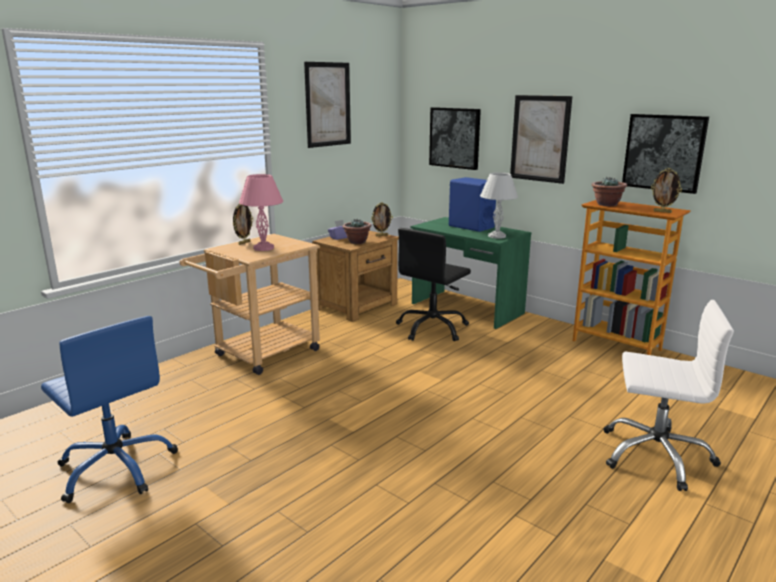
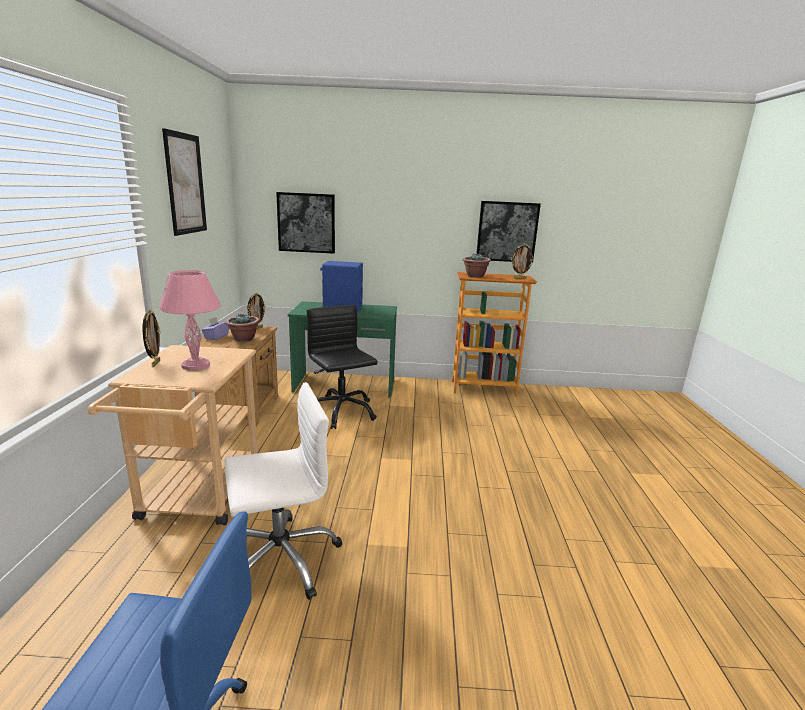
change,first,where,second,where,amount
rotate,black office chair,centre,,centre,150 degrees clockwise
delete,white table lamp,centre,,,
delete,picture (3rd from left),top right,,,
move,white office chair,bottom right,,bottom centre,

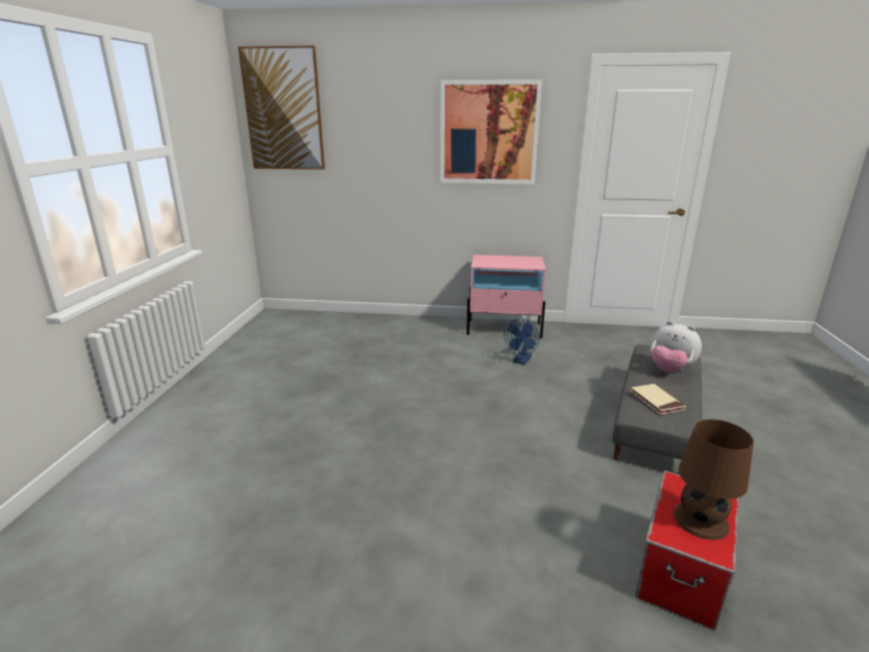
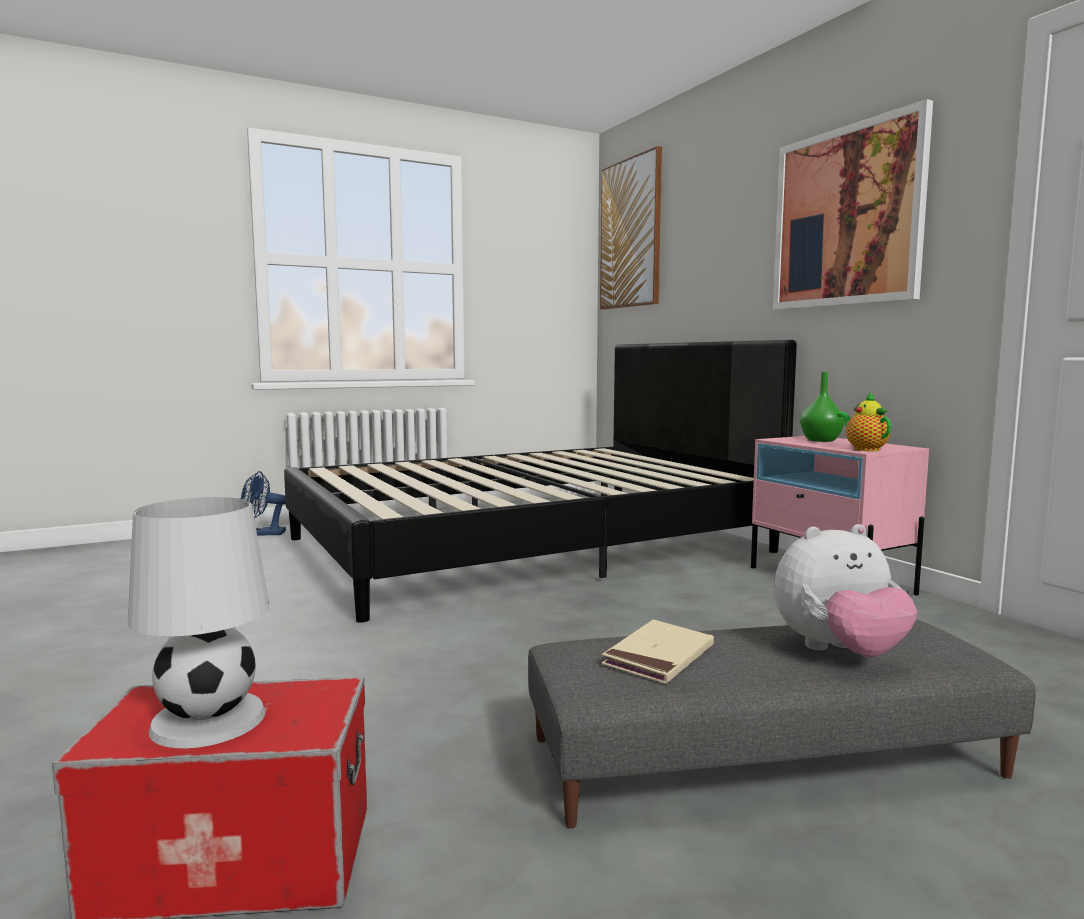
change,first,where,second,where,amount
move,blue fan,centre,,middle left,
rotate,plush toy,middle right,,middle right,105 degrees counterclockwise
recolor,brown table lamp,bottom right,white table lamp,bottom left,
insert,,,black bed,centre,
insert,,,green vase,middle right,
insert,,,teapot,middle right,

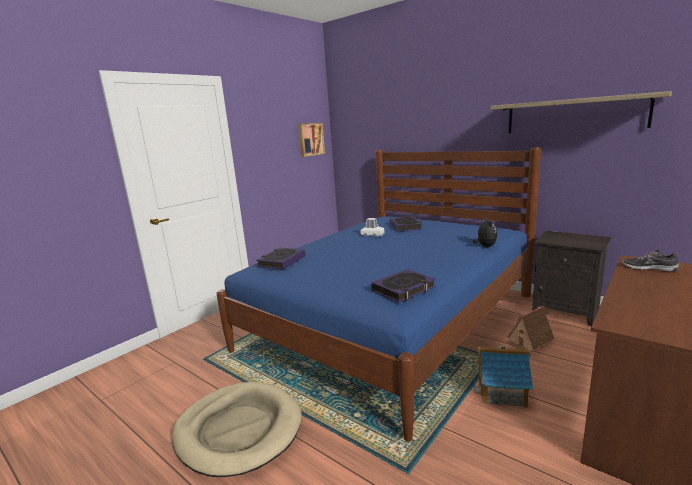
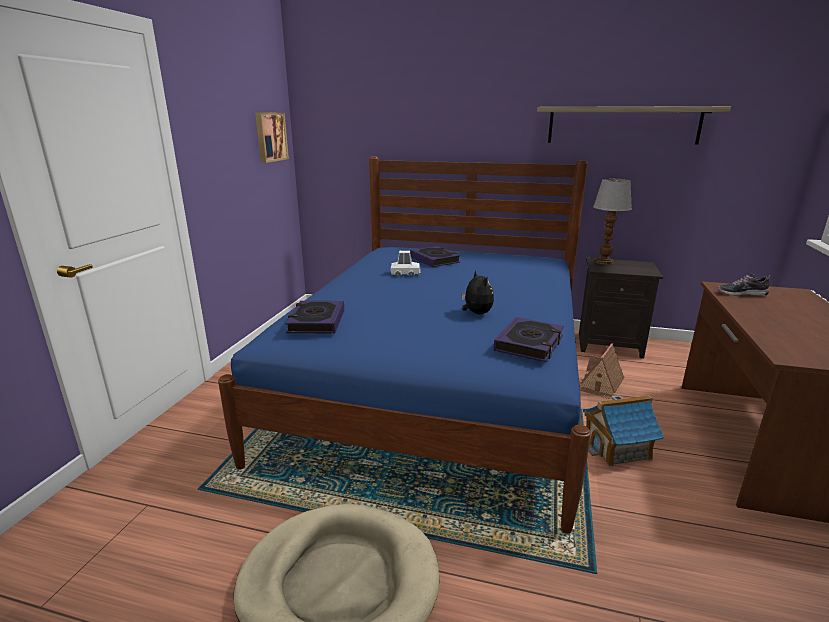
change,first,where,second,where,amount
move,plush toy,middle right,,centre,
insert,,,table lamp,middle right,

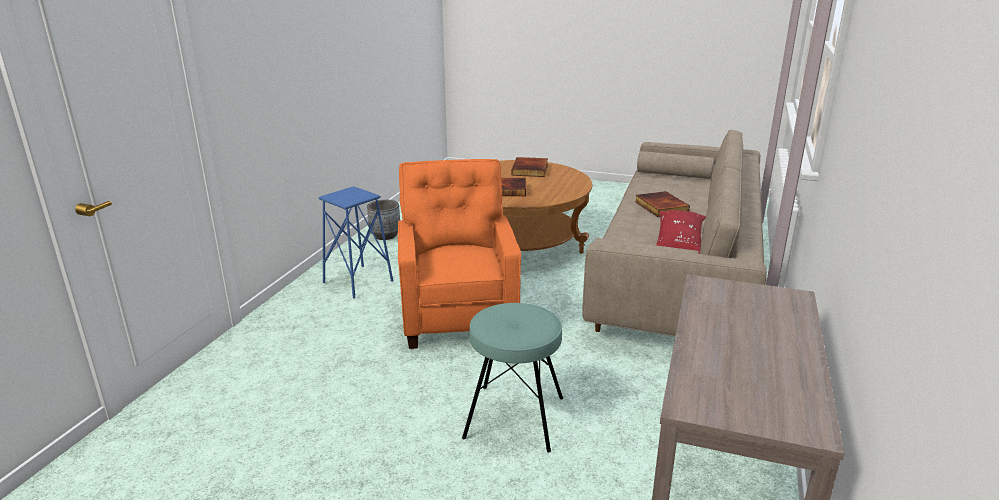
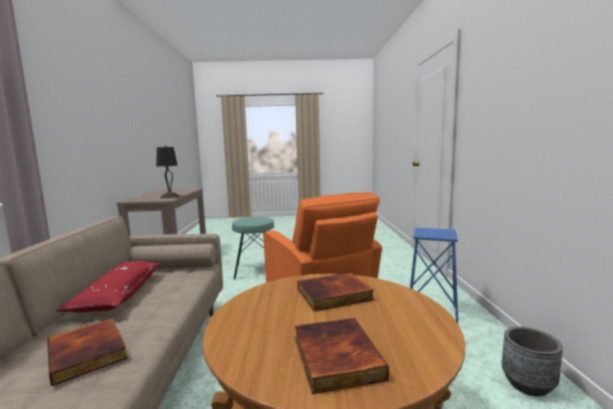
change,first,where,second,where,amount
insert,,,black table lamp,middle left,

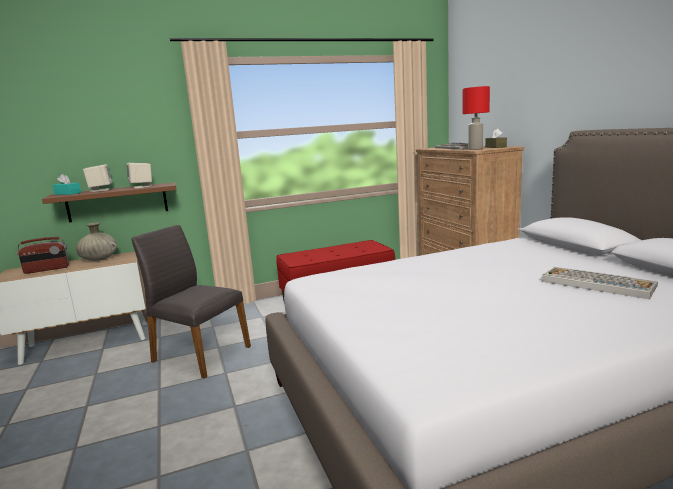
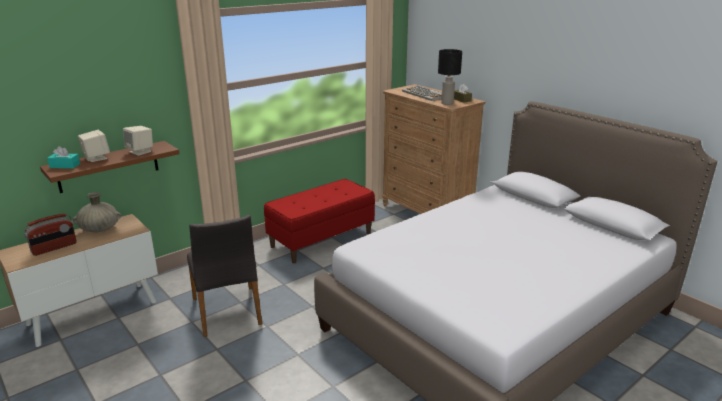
change,first,where,second,where,amount
rotate,grey chair,middle left,,bottom left,120 degrees counterclockwise
recolor,red table lamp,top right,black table lamp,top centre,
delete,keyboard (2nd from left),middle right,,,

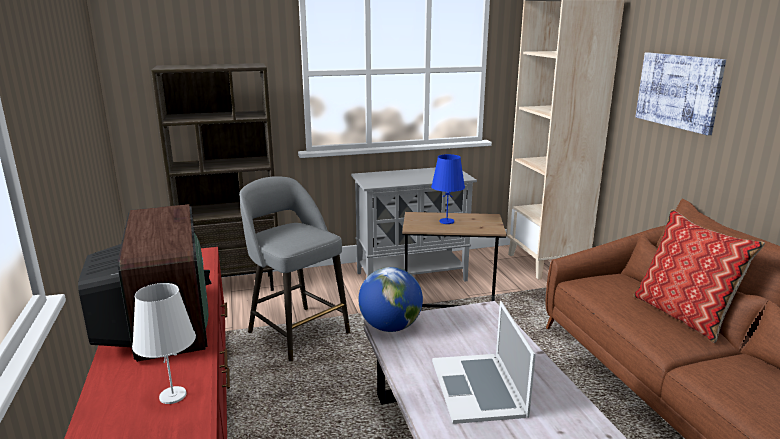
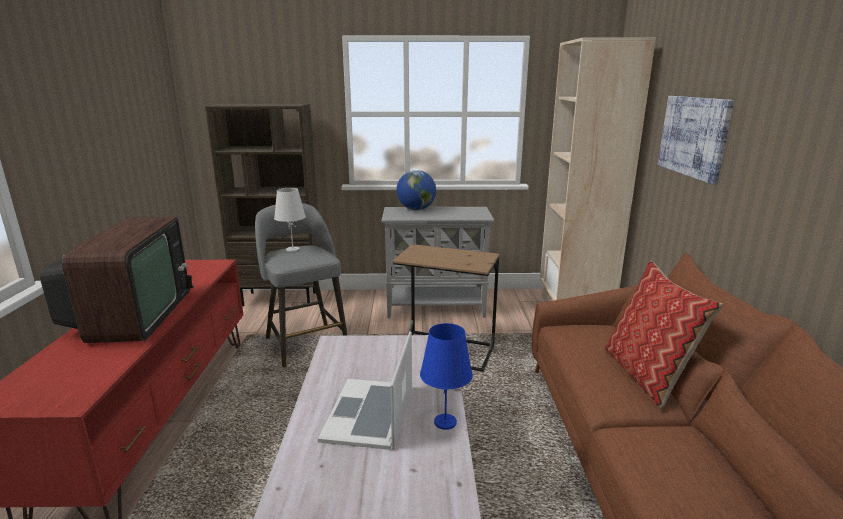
change,first,where,second,where,amount
move,white table lamp,bottom left,,centre,
move,globe,bottom centre,,centre,
move,blue table lamp,centre,,bottom centre,

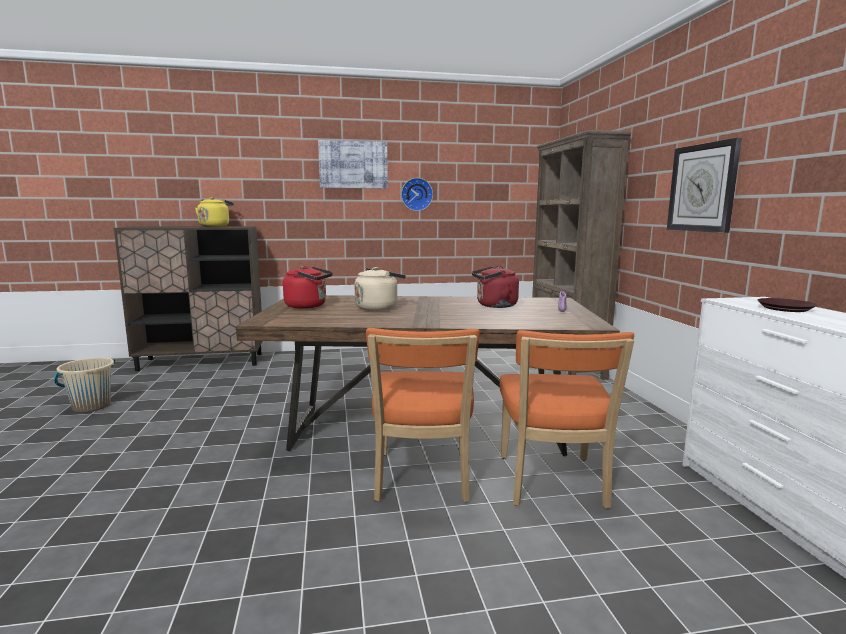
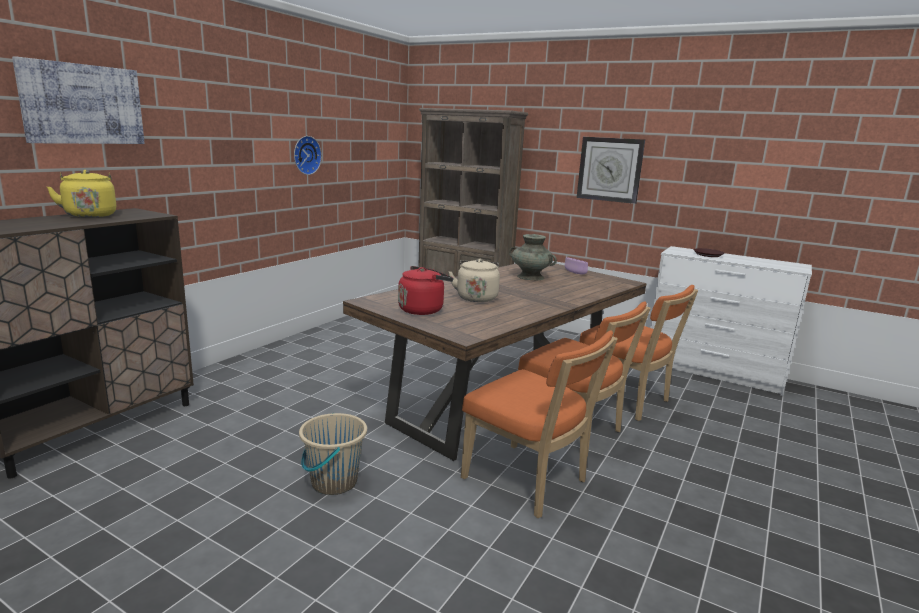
change,first,where,second,where,amount
move,beige bucket,middle left,,bottom centre,
move,picture,top centre,,top left,
replace,red kettle (2nd from left),centre,turquoise vase,centre,
insert,,,orange chair (1st from left),bottom centre,

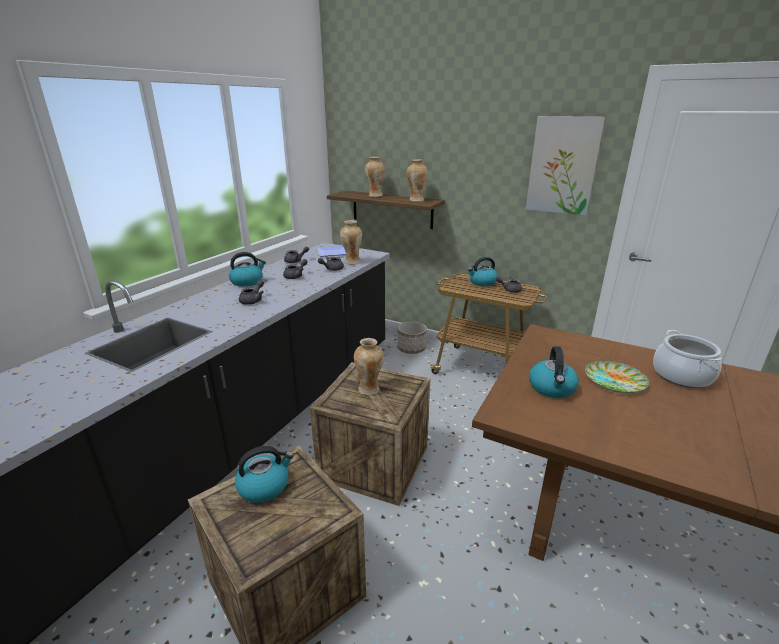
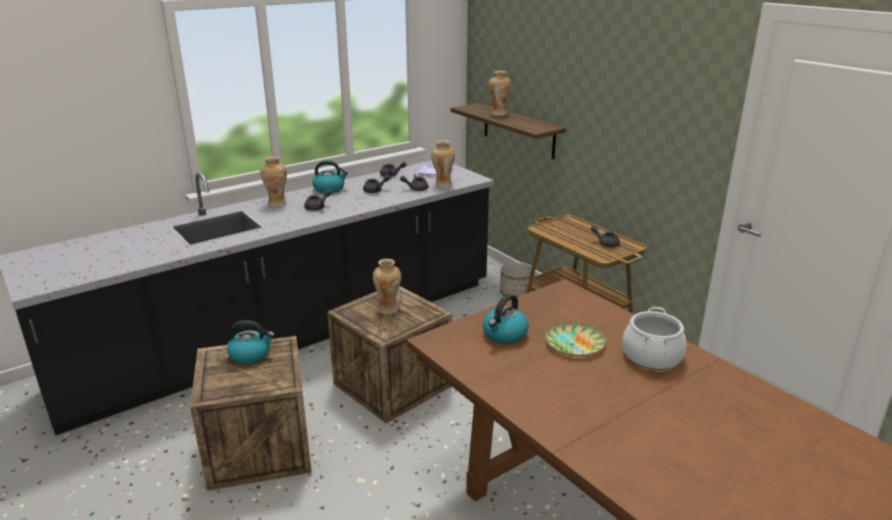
change,first,where,second,where,amount
move,vase (4th from left in the first image),top centre,vase (1st from left),middle left,
delete,kettle (3rd from left),centre,,,
delete,picture,top right,,,

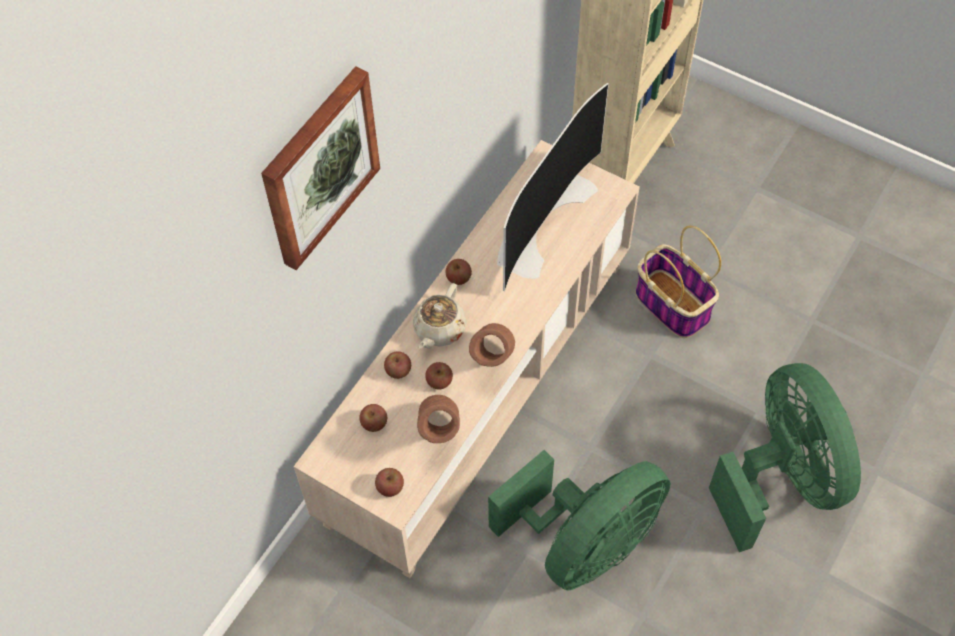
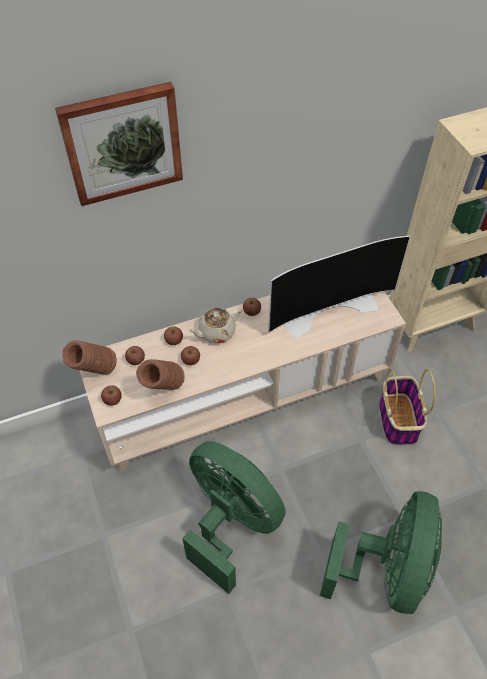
change,first,where,second,where,amount
move,brown vase (2nd from left in the first image),centre,brown vase (1st from left),middle left,
rotate,green fan (1st from left),bottom centre,,bottom centre,135 degrees counterclockwise

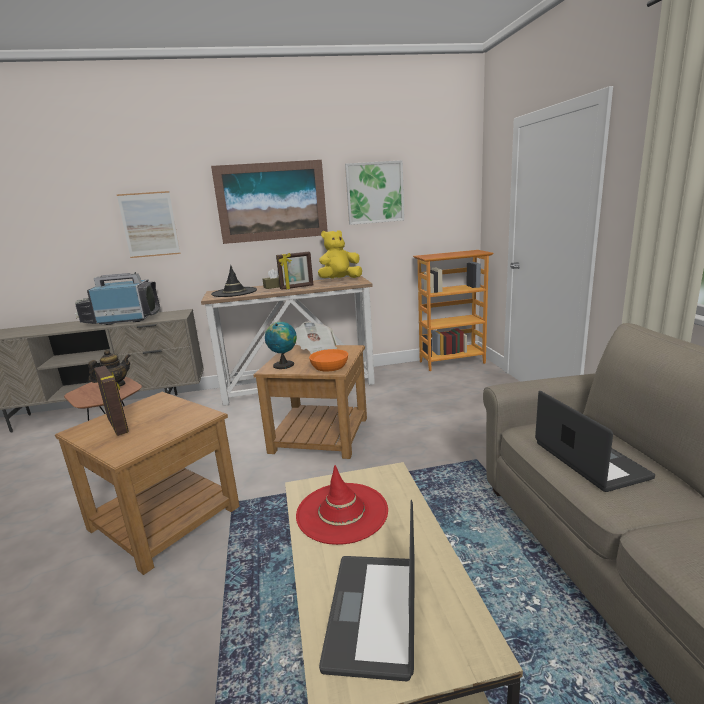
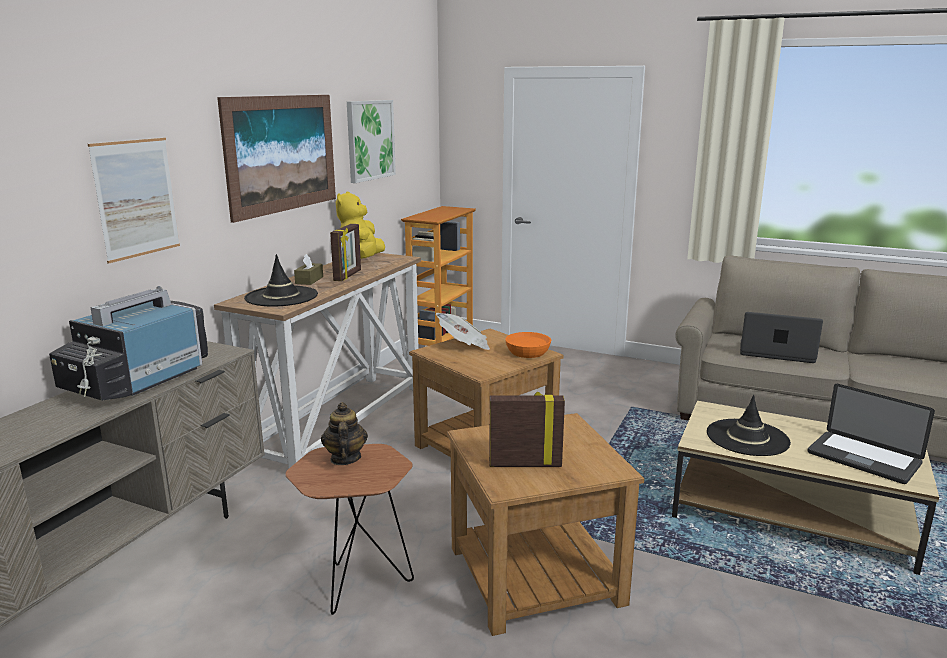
change,first,where,second,where,amount
delete,globe,centre,,,
recolor,red hat,bottom centre,black hat (2nd from left),middle right,

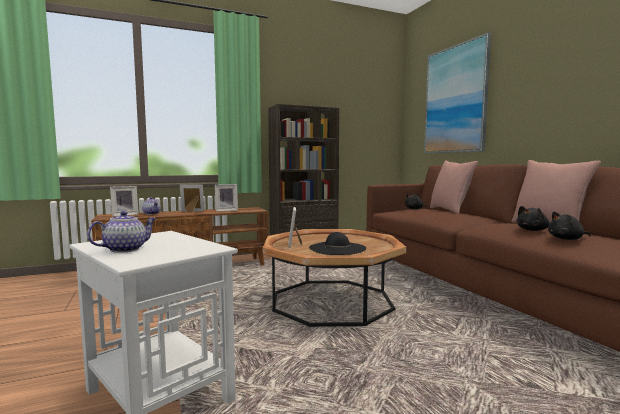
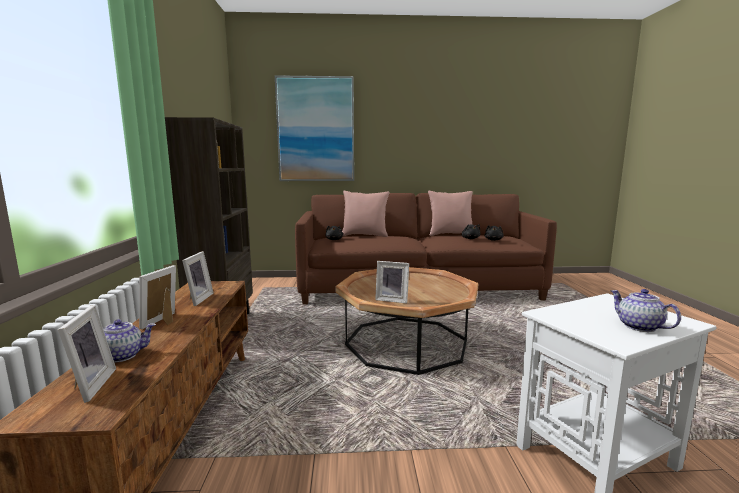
change,first,where,second,where,amount
delete,black hat,centre,,,

